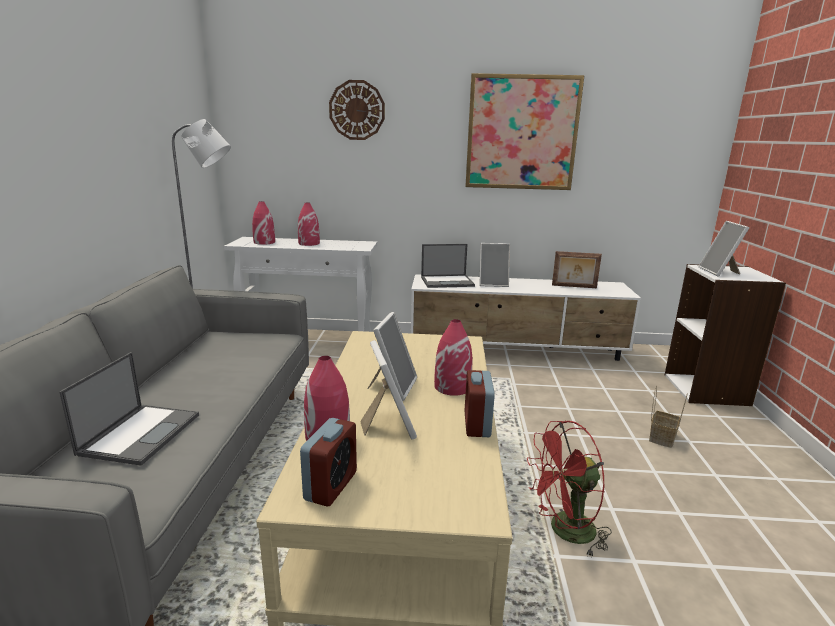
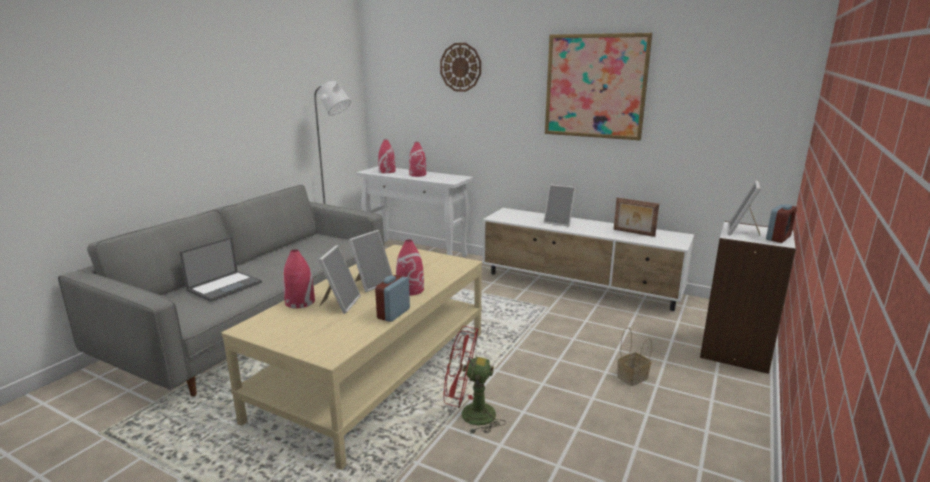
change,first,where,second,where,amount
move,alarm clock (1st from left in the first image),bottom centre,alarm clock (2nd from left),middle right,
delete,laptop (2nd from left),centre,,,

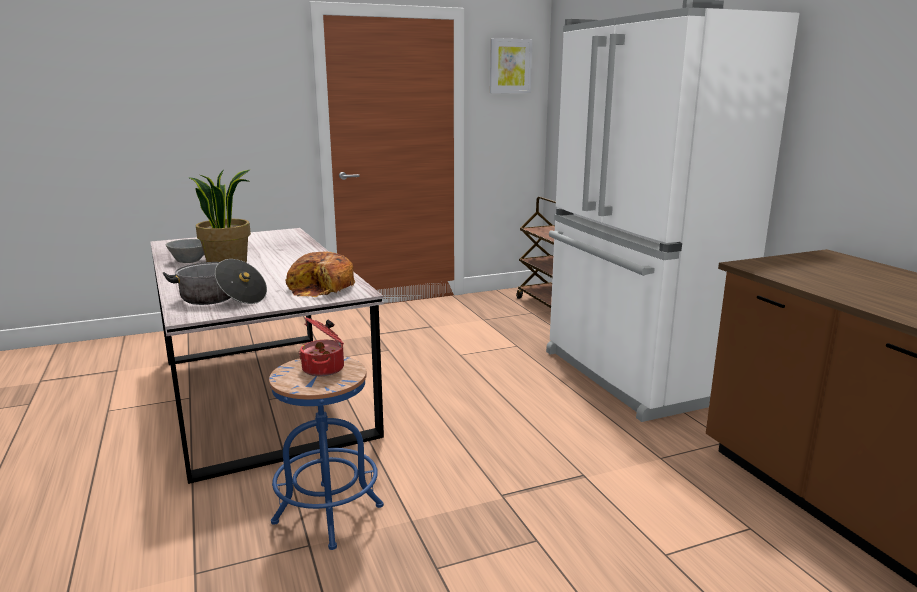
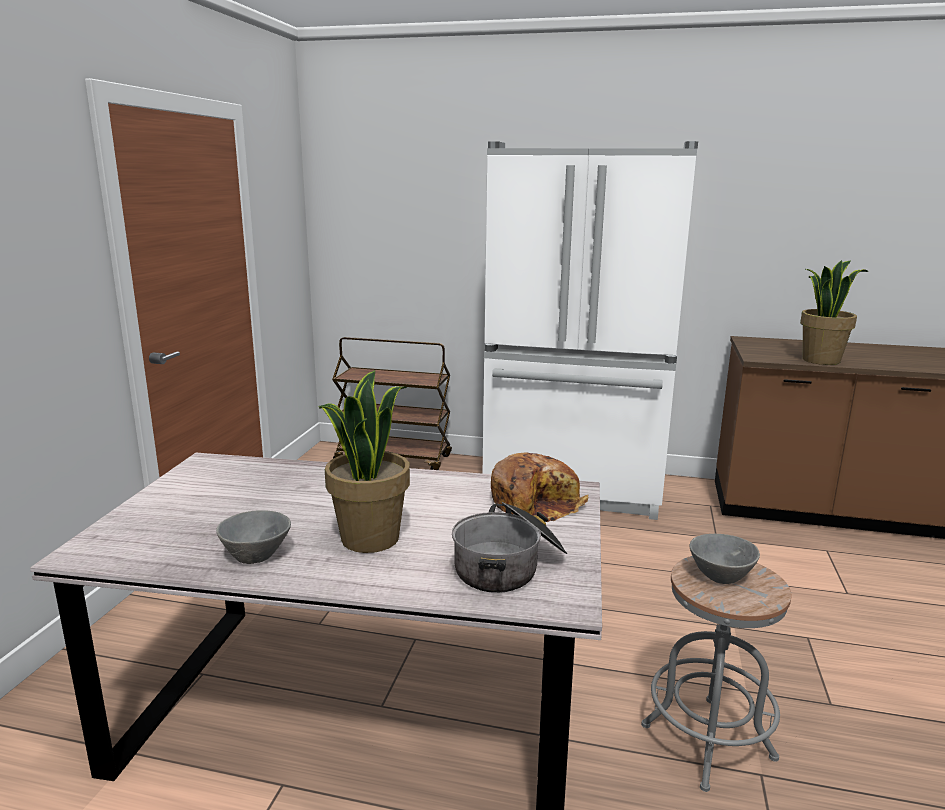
change,first,where,second,where,amount
recolor,blue stool,bottom centre,grey stool,bottom right,
replace,cooking pot (2nd from left),centre,grey bowl (2nd from left),bottom right,
delete,picture,top centre,,,
insert,,,potted plant (2nd from left),middle right,

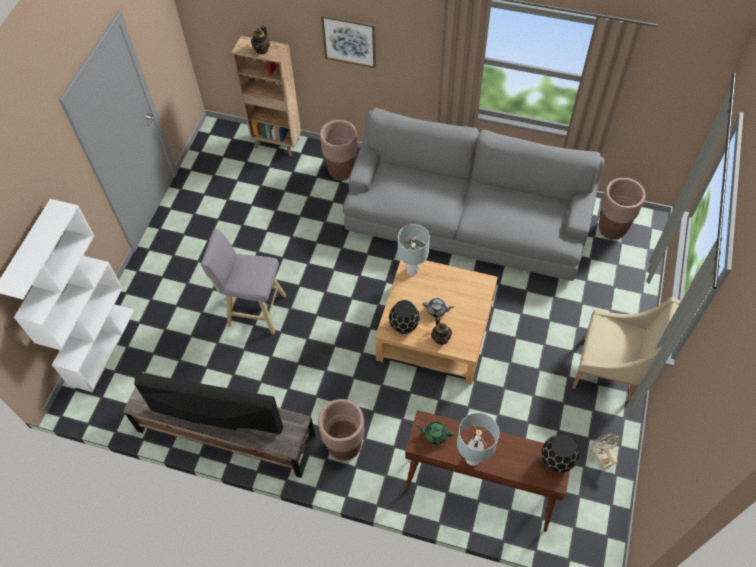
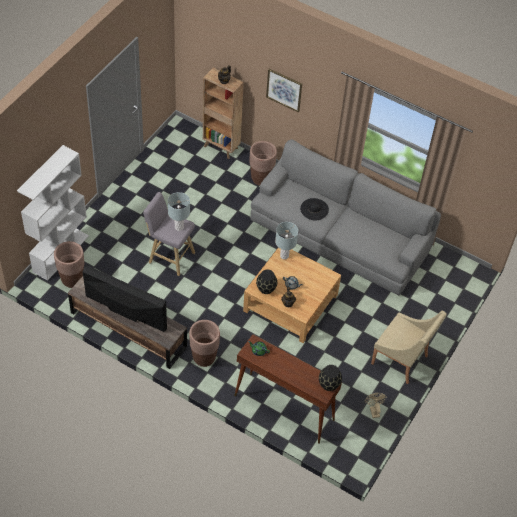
change,first,where,second,where,amount
move,grey table lamp (2nd from left in the first image),bottom centre,grey table lamp (1st from left),centre,
move,brown planter (3rd from left in the first image),middle right,brown planter (1st from left),middle left,
insert,,,black hat,centre,

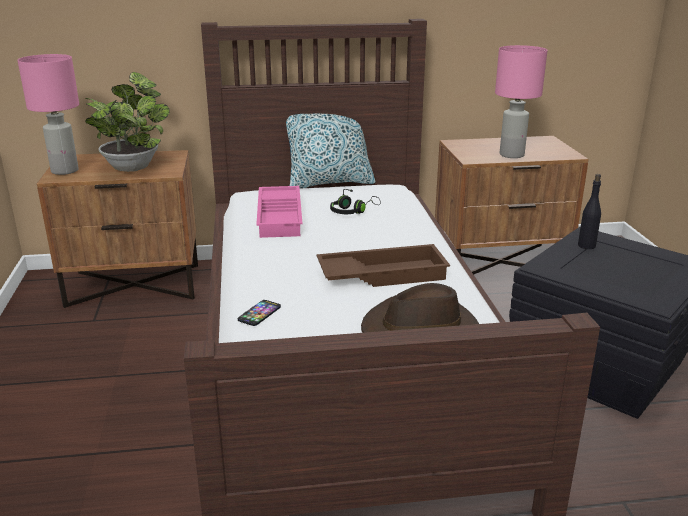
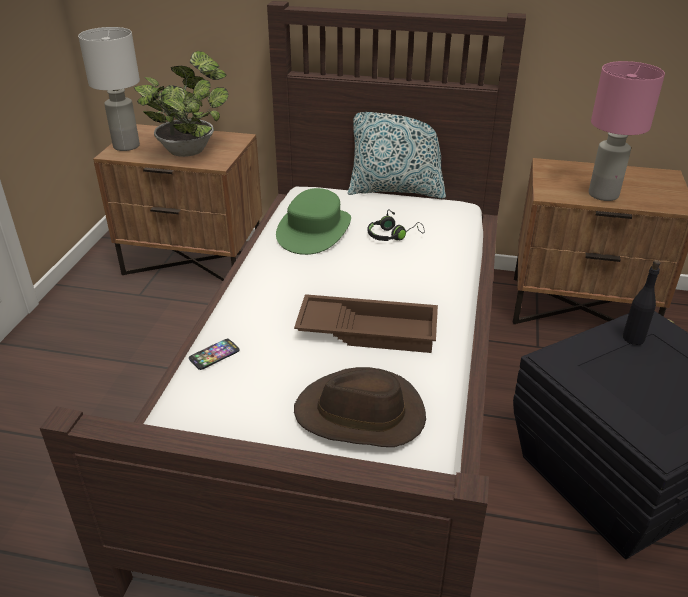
change,first,where,second,where,amount
recolor,pink table lamp (1st from left),top left,white table lamp,top left,
replace,pink tray,centre,green hat,centre,

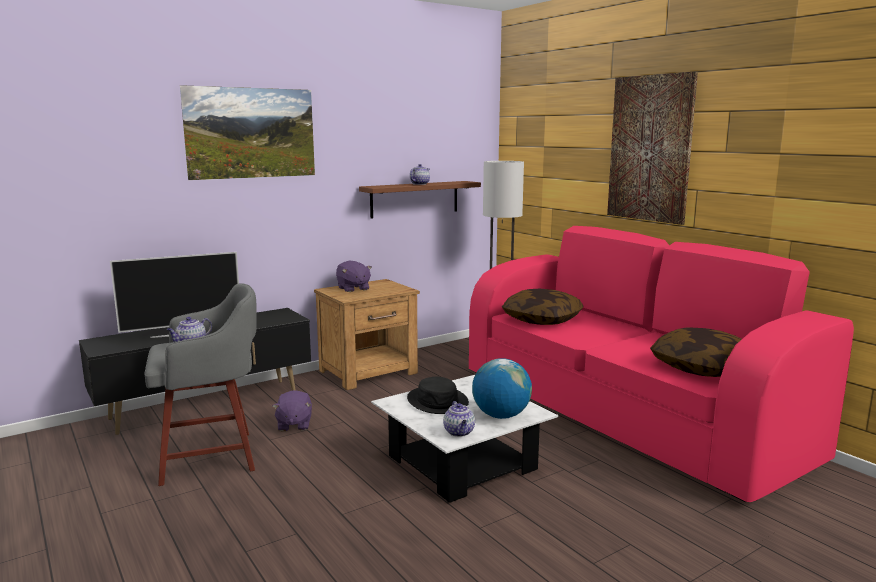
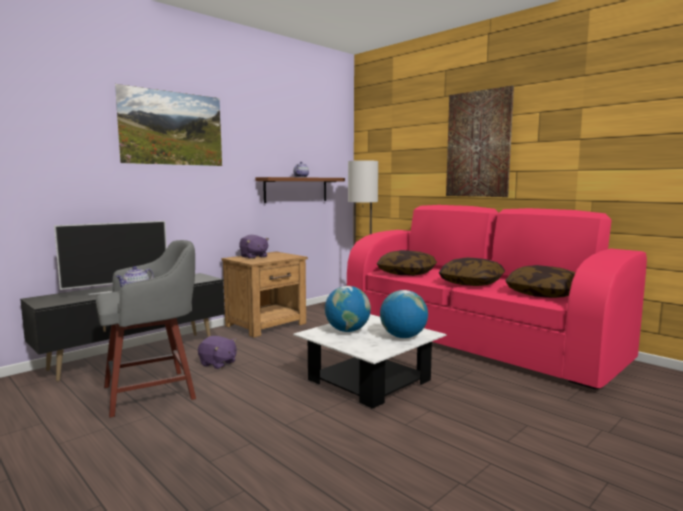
change,first,where,second,where,amount
rotate,purple plush toy (1st from left),bottom centre,,bottom left,45 degrees counterclockwise
replace,black hat,bottom centre,globe (1st from left),centre,
delete,teapot (3rd from left),bottom centre,,,
insert,,,pillow (2nd from left),middle right,

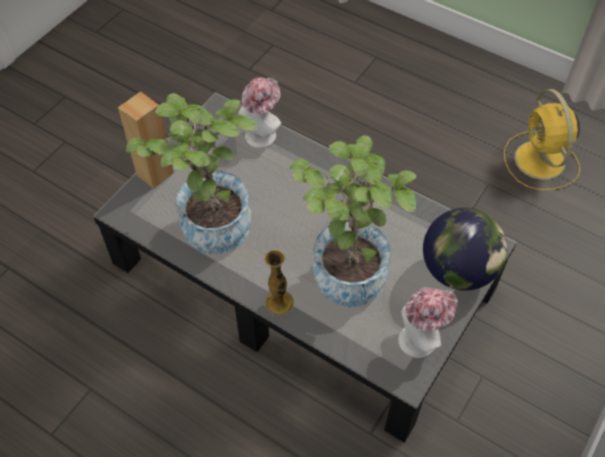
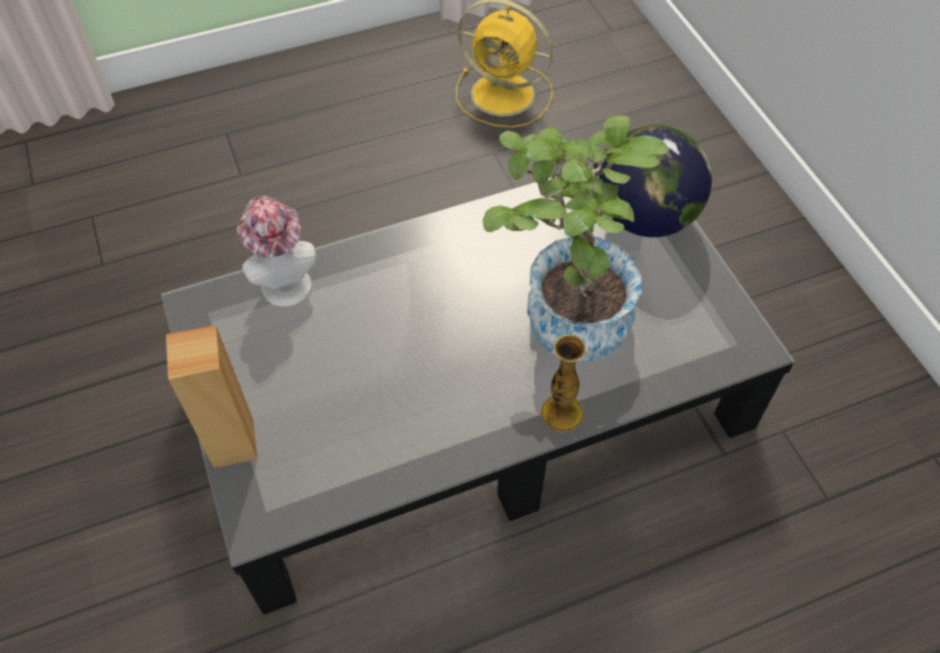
change,first,where,second,where,amount
delete,potted plant (1st from left),middle left,,,
delete,hat (2nd from left),bottom right,,,

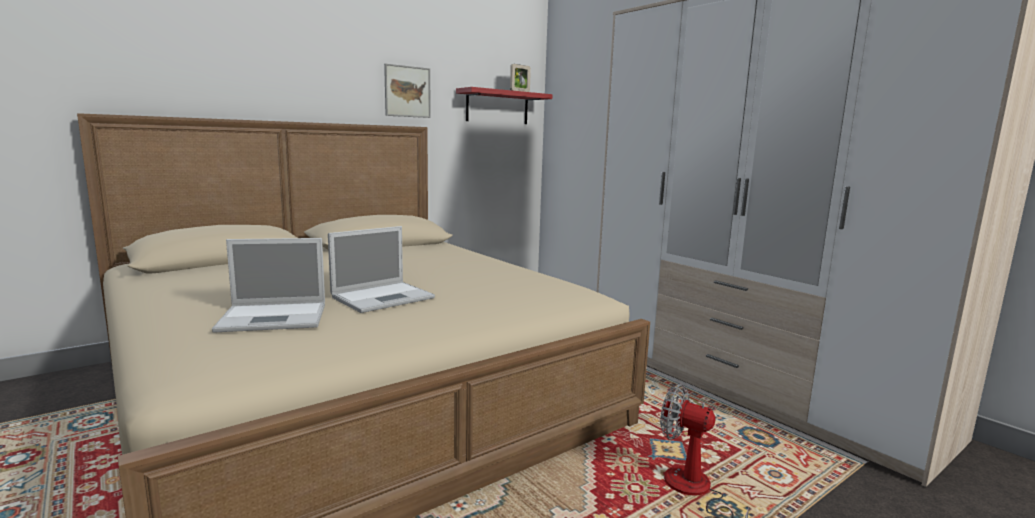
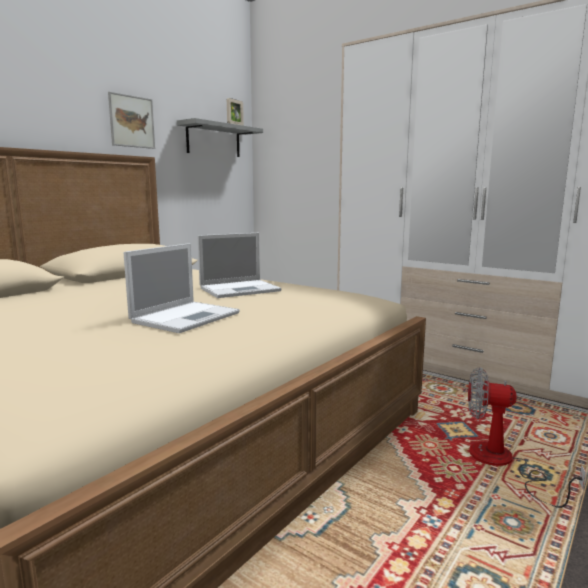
change,first,where,second,where,amount
move,laptop (1st from left in the first image),middle left,laptop (2nd from left),centre,
recolor,red shelf,top centre,grey shelf,top centre,

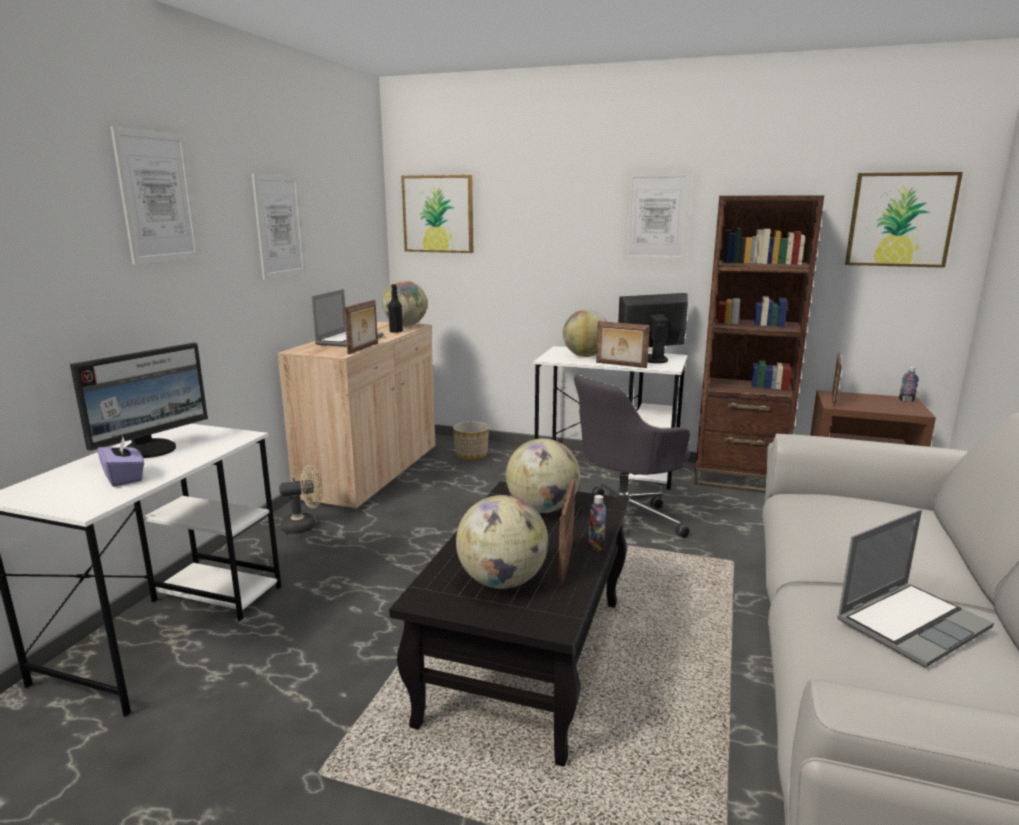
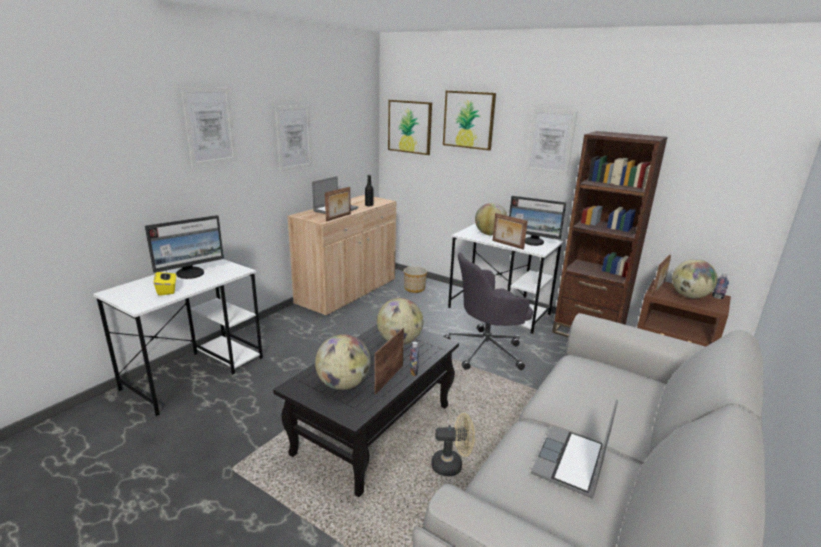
change,first,where,second,where,amount
recolor,purple tissue box,middle left,yellow tissue box,middle left,
move,beige fan,middle left,,bottom centre,
move,globe (1st from left in the first image),centre,globe (4th from left),middle right,
rotate,monitor (2nd from left),centre,,centre,150 degrees counterclockwise
rotate,laptop (2nd from left),bottom right,,bottom right,135 degrees clockwise
move,picture (5th from left in the first image),top right,picture (4th from left),top centre,

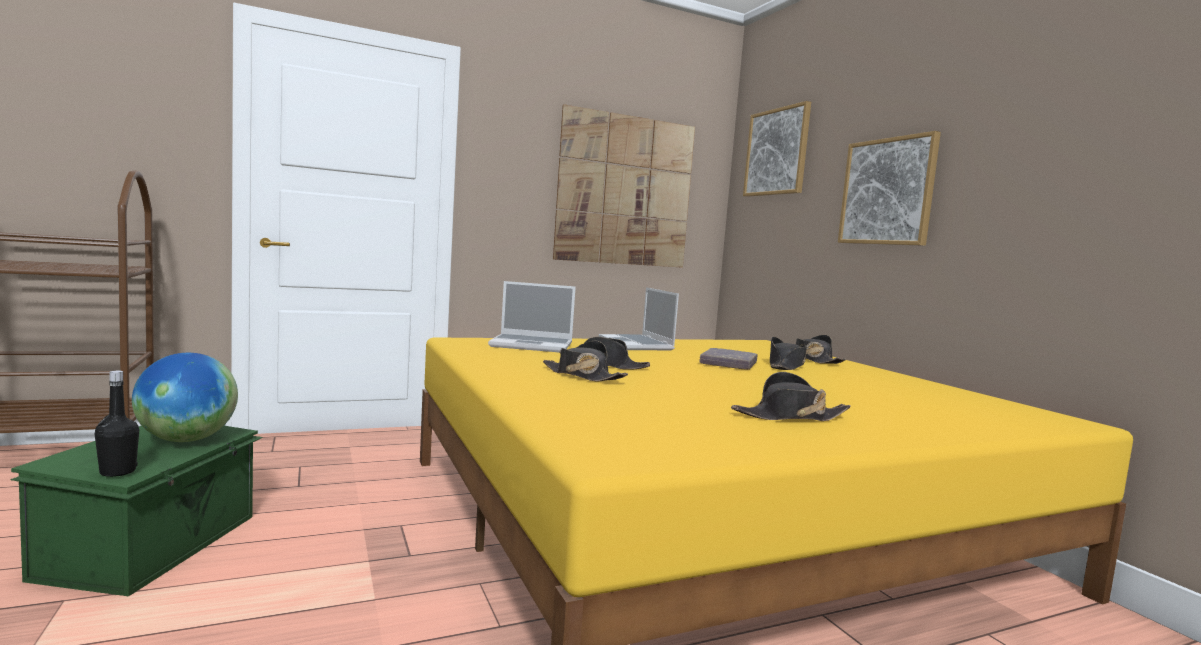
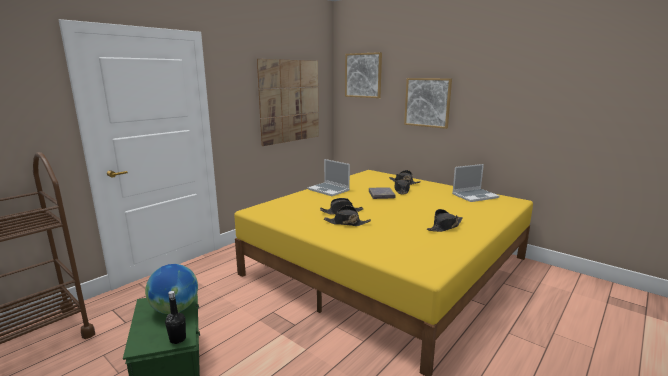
change,first,where,second,where,amount
move,laptop (1st from left in the first image),centre,laptop (2nd from left),middle right,

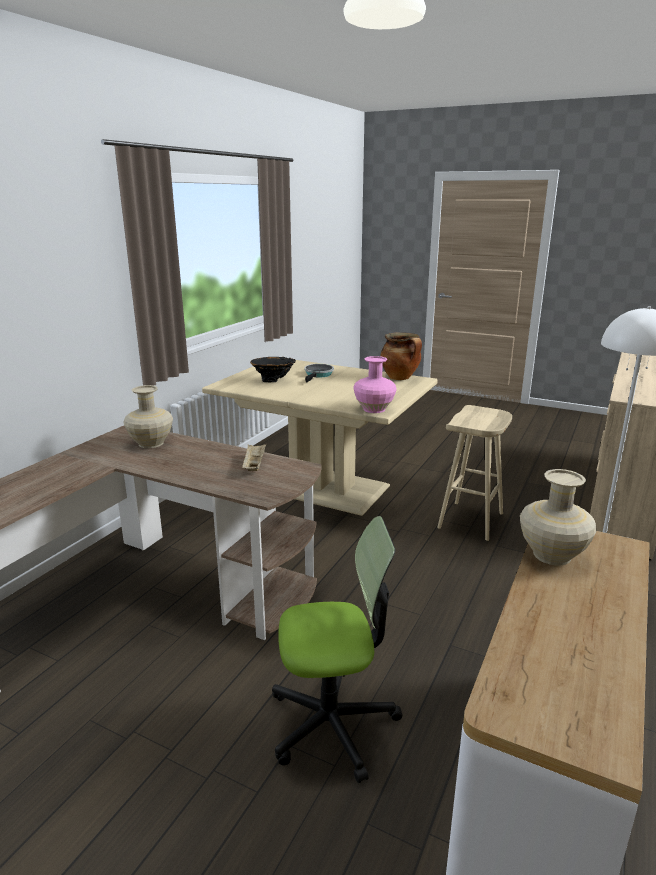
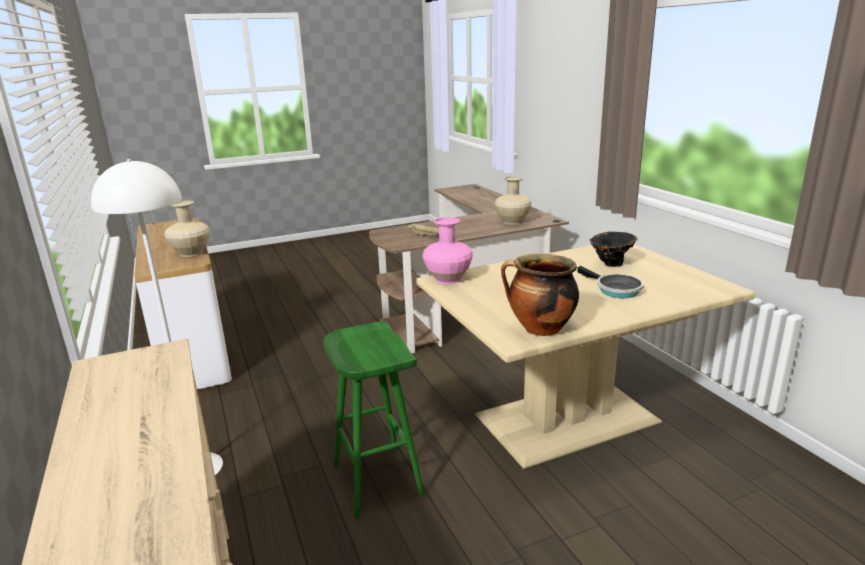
change,first,where,second,where,amount
delete,office chair,bottom centre,,,
recolor,beige stool,middle right,green stool,bottom centre,

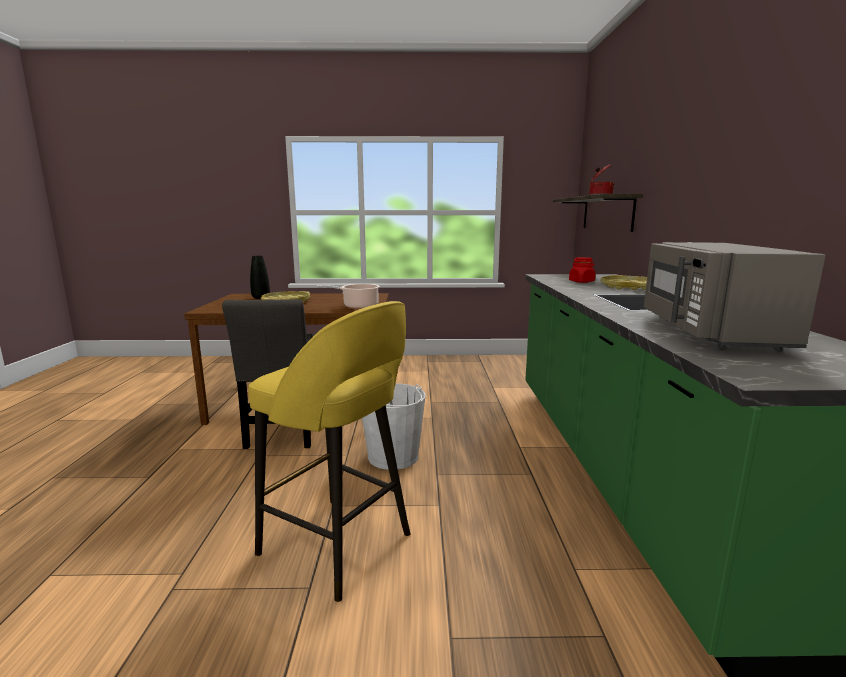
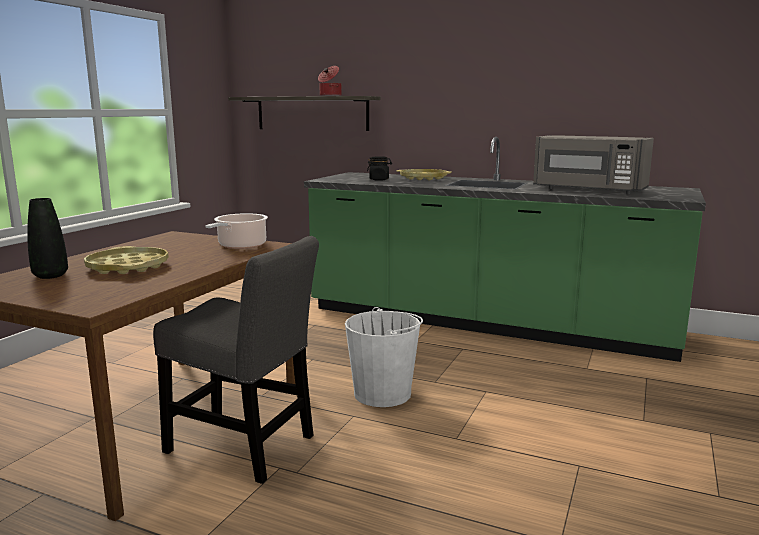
change,first,where,second,where,amount
delete,yellow stool,centre,,,
recolor,red jar,middle right,black jar,top centre,

